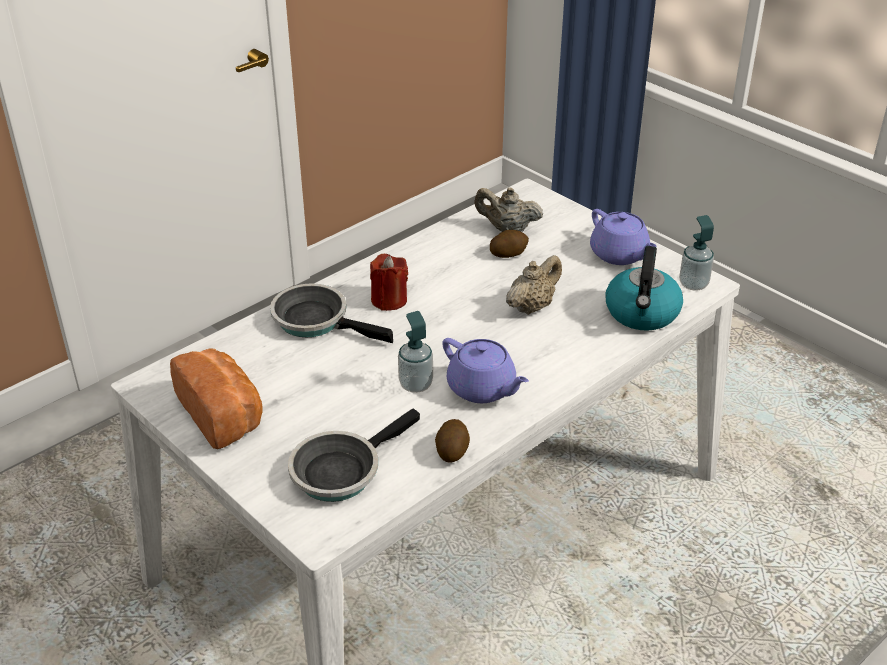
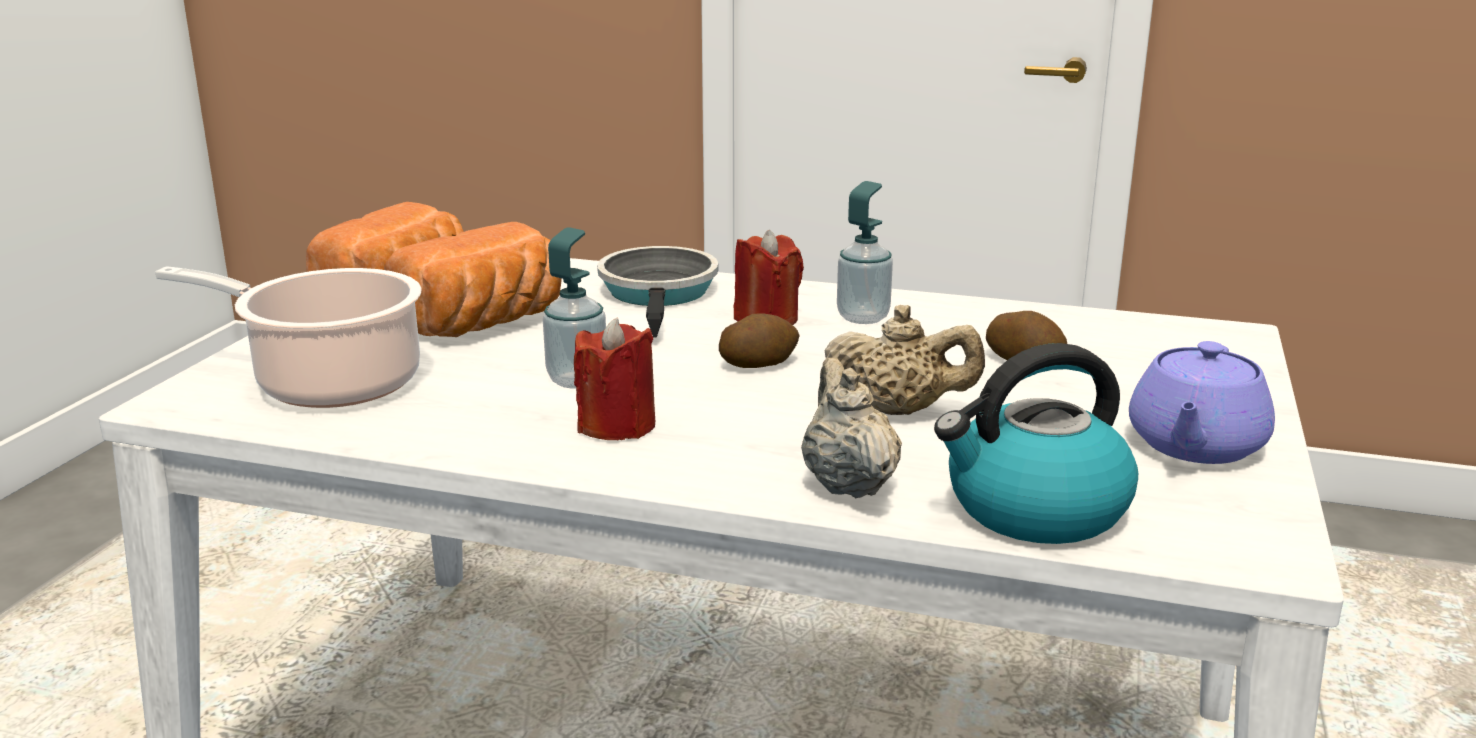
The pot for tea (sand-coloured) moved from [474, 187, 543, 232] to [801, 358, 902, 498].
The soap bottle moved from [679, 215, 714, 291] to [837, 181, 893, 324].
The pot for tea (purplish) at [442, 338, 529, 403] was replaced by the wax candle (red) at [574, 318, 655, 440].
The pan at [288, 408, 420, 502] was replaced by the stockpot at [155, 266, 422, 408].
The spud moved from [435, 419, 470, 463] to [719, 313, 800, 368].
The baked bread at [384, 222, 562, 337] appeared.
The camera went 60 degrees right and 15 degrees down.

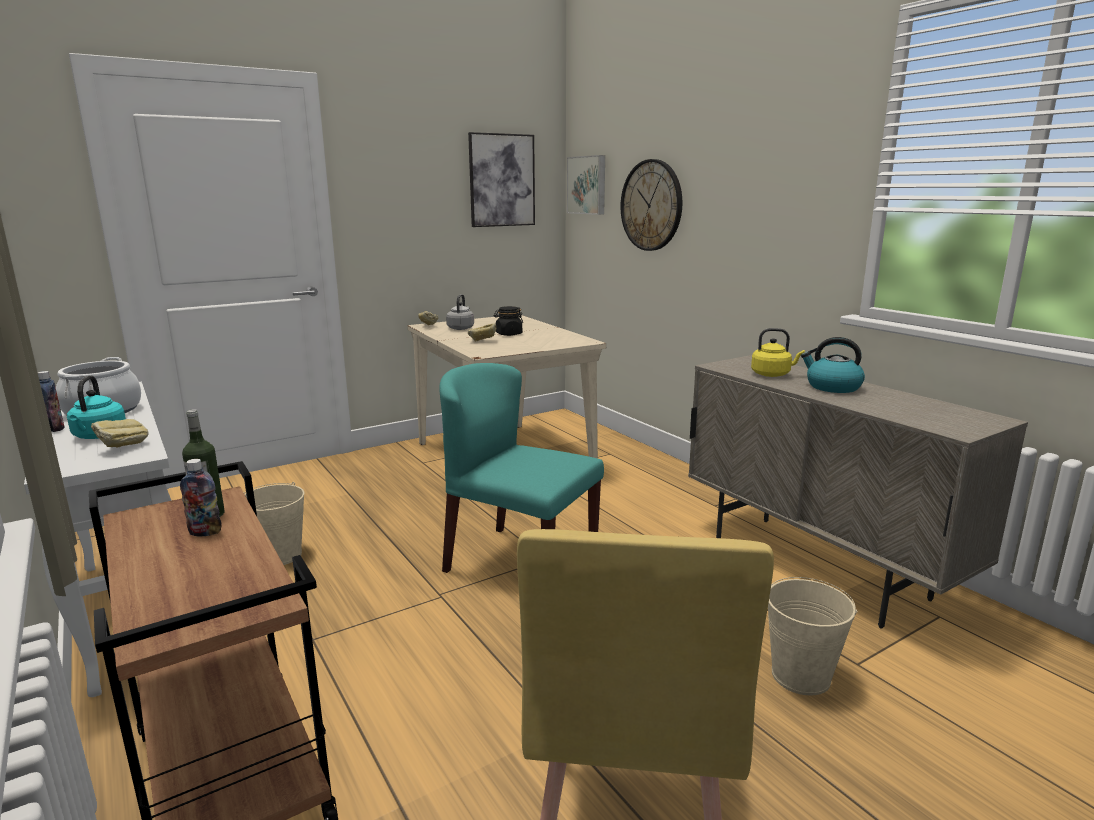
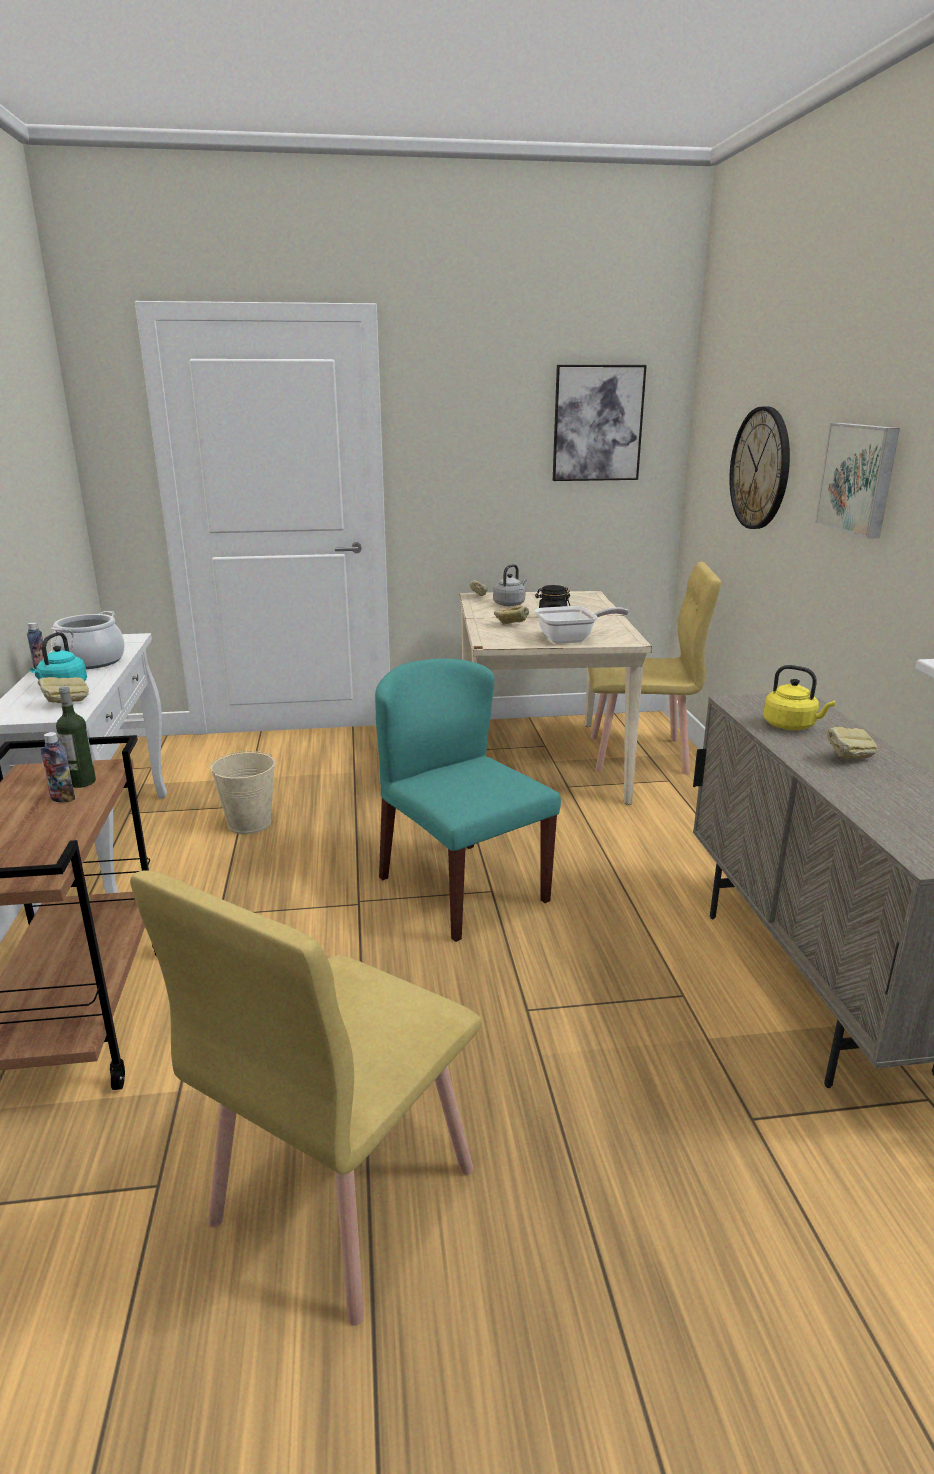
The wall art moved from [567, 155, 605, 215] to [815, 423, 900, 539].
The water kettle at [801, 337, 865, 393] was replaced by the baked bread at [826, 727, 877, 759].
The bucket (sand-coloured) at [768, 577, 858, 696] disappeared.
The upright chair (yellowish) at [588, 562, 721, 775] appeared.
The pan at [535, 606, 629, 644] appeared.
The camera went 25 degrees right and 5 degrees up.

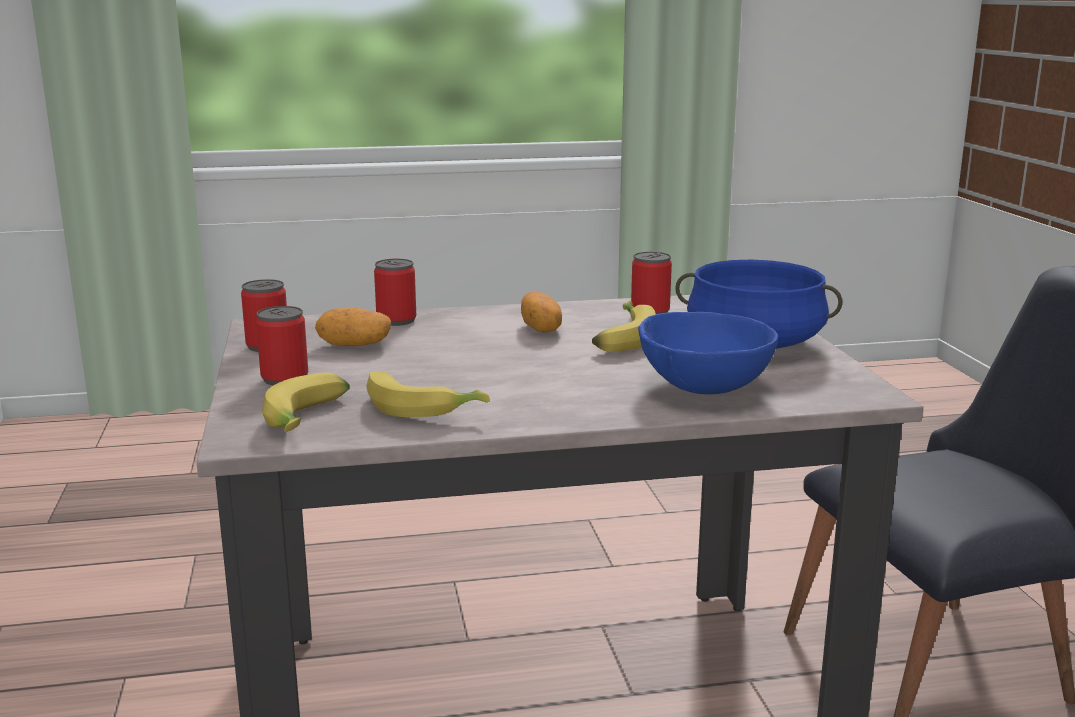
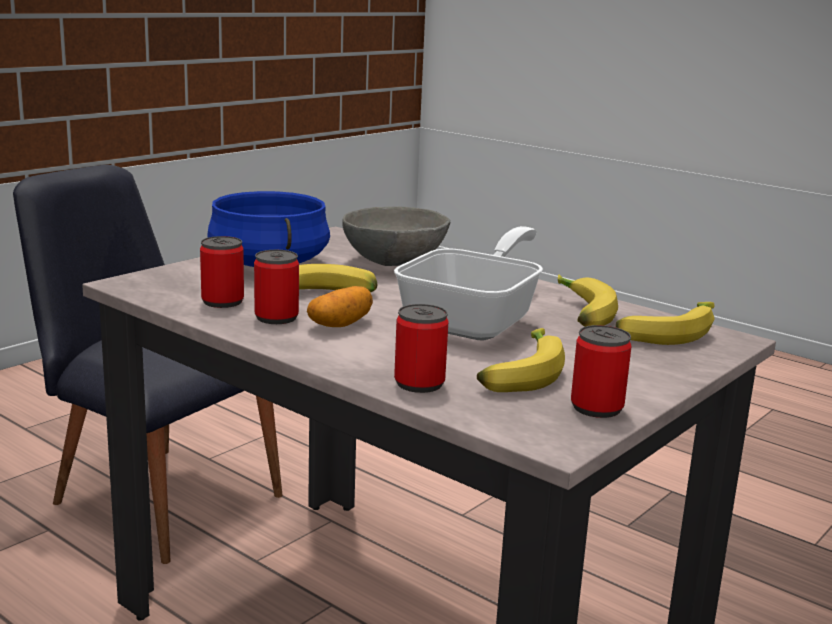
The metal can moved from [256, 306, 308, 385] to [254, 250, 299, 324].
The spud at [315, 308, 391, 346] was replaced by the banana fruit at [477, 328, 565, 392].
The bowl (blue) at [638, 312, 778, 394] became the bowl (greyish) at [342, 206, 450, 266].
The pan at [394, 226, 543, 341] appeared.
The camera went 130 degrees left and 0 degrees up.

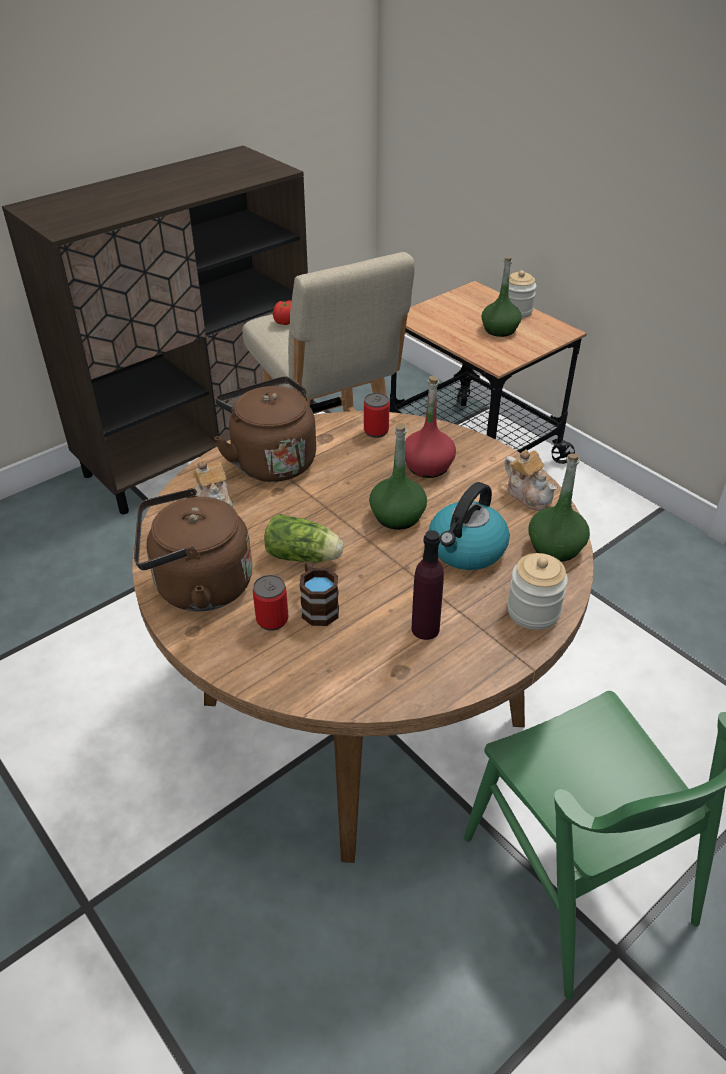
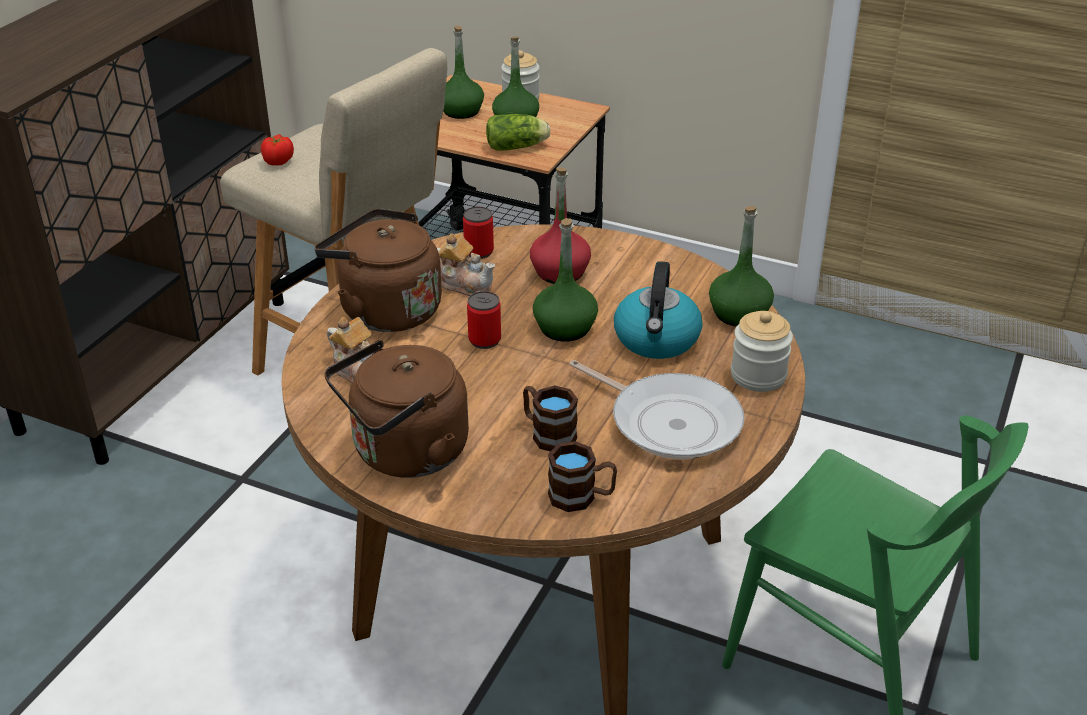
The pot for tea moved from [504, 449, 557, 511] to [437, 233, 495, 296].
The lettuce moved from [264, 514, 344, 563] to [486, 114, 550, 151].
The beverage bottle (purplish) at [412, 530, 444, 640] was replaced by the pan at [569, 360, 745, 459].
The metal can moved from [253, 575, 288, 631] to [467, 291, 501, 349].
The beverage bottle (greenish) at [443, 26, 484, 119] appeared.
The coffee mug (brown) at [548, 441, 617, 512] appeared.
The camera went 25 degrees left and 5 degrees down.

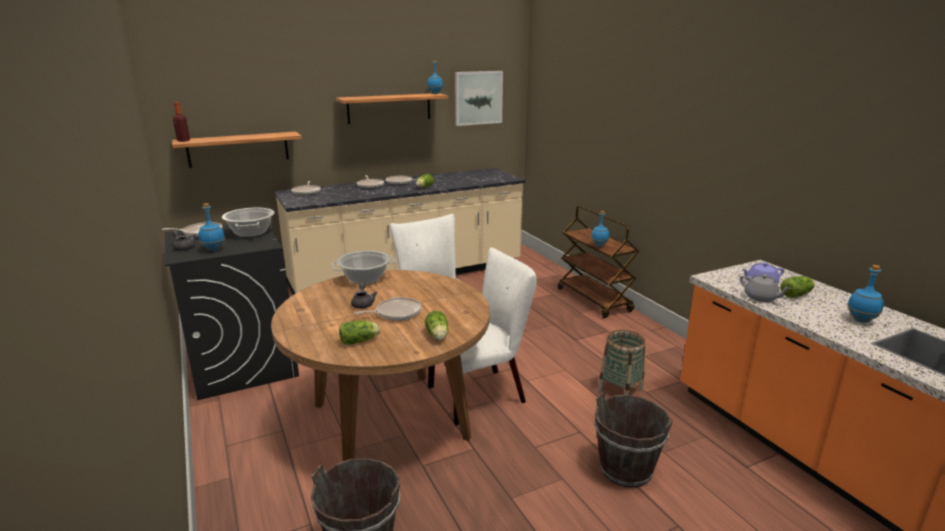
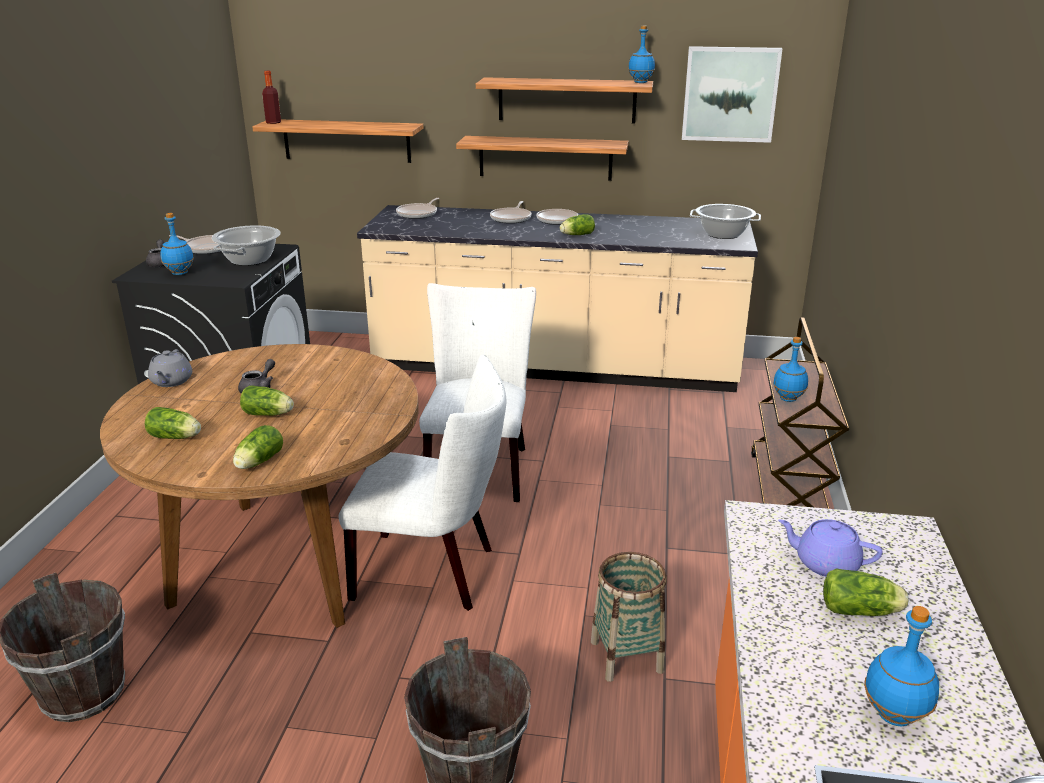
The stockpot moved from [332, 251, 396, 285] to [690, 204, 761, 239].
The pot for tea (greyish) moved from [740, 274, 792, 302] to [148, 349, 192, 387].
The pan at [354, 297, 421, 321] was replaced by the lettuce at [240, 386, 294, 416].
The bracket shelf at [456, 136, 629, 181] appeared.
The camera went 35 degrees right and 5 degrees up.

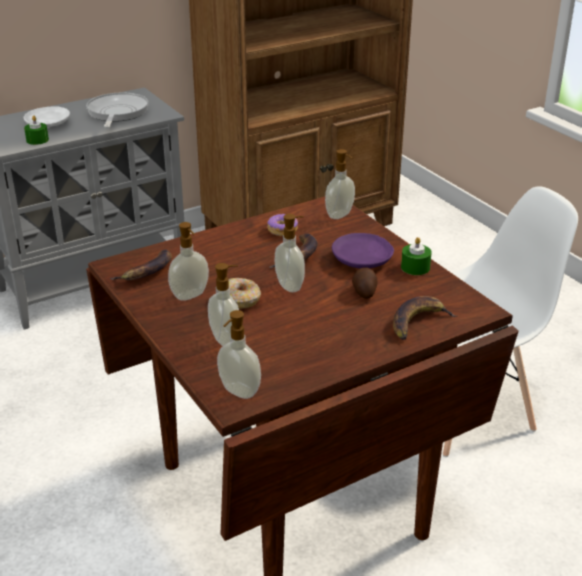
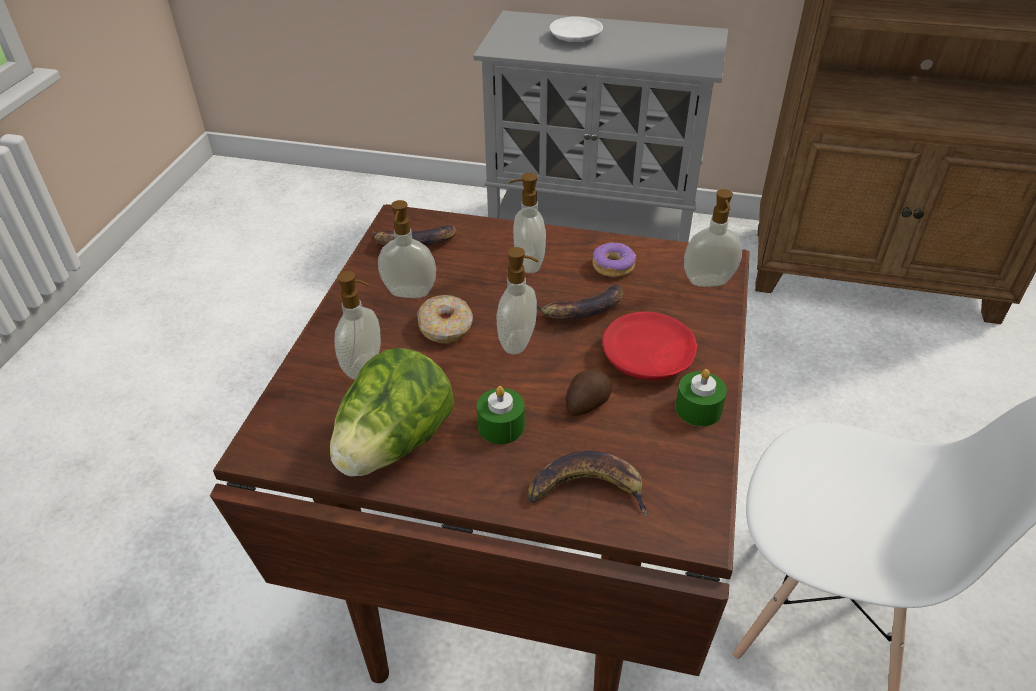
The pan at [86, 92, 149, 128] disappeared.
The wax candle (greenish) moved from [24, 115, 49, 145] to [477, 386, 525, 444].
The flat dish (purplish) at [332, 233, 394, 268] became the flat dish (red) at [602, 312, 697, 380].
The soap bottle moved from [217, 310, 261, 399] to [509, 173, 546, 273].
The lettuce at [330, 348, 454, 476] appeared.
The camera went 45 degrees right and 10 degrees up.

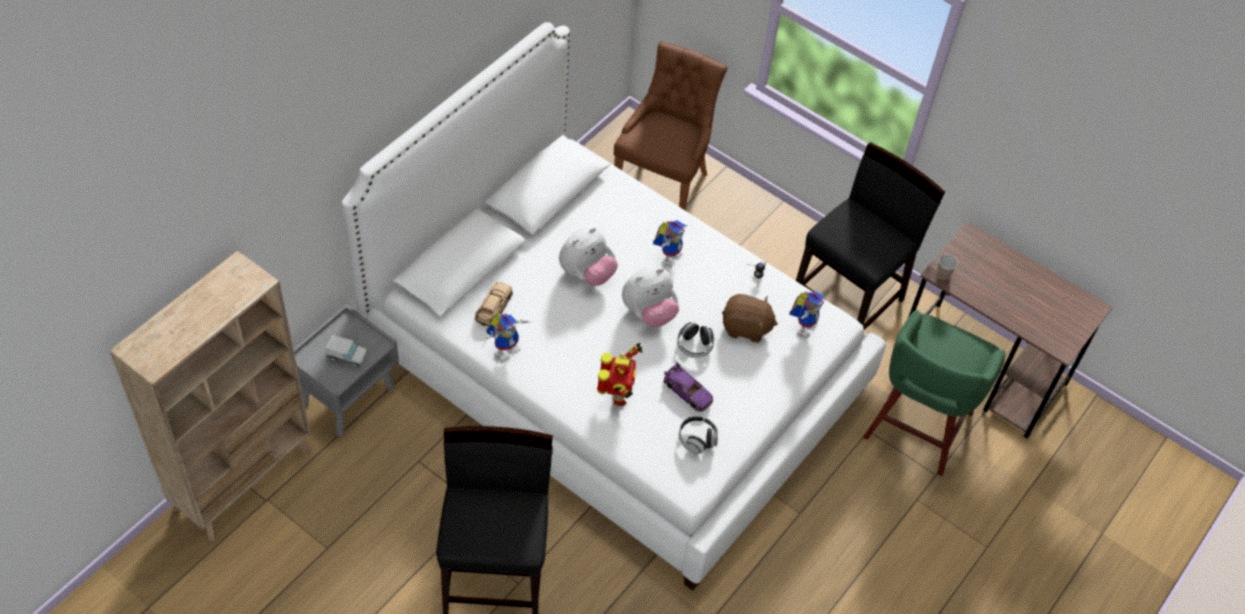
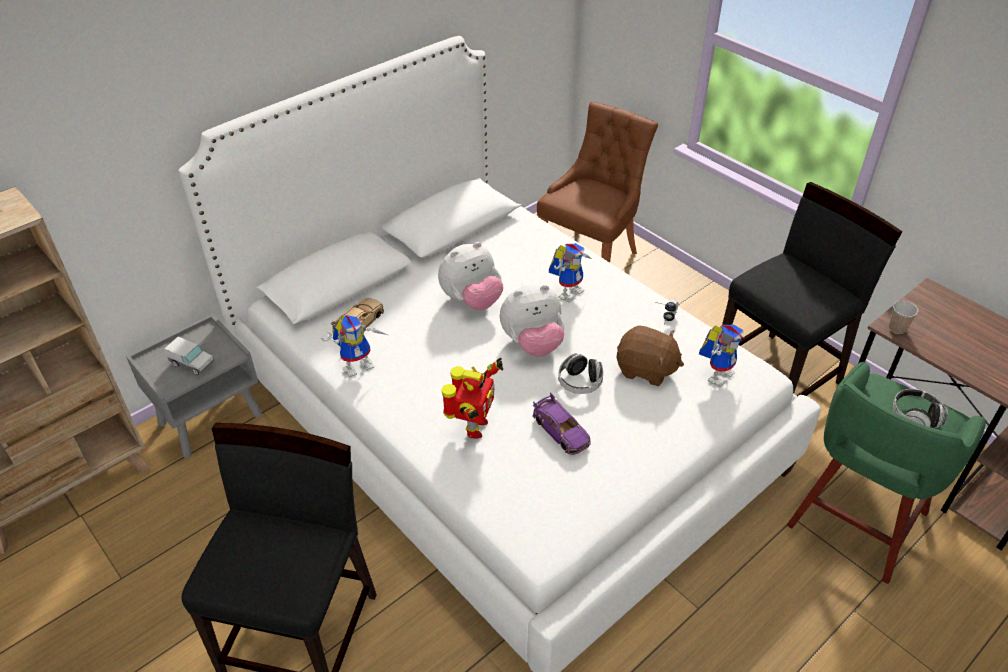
The headset moved from [679, 416, 718, 455] to [892, 389, 948, 428].
The camera went 15 degrees right and 10 degrees down.

